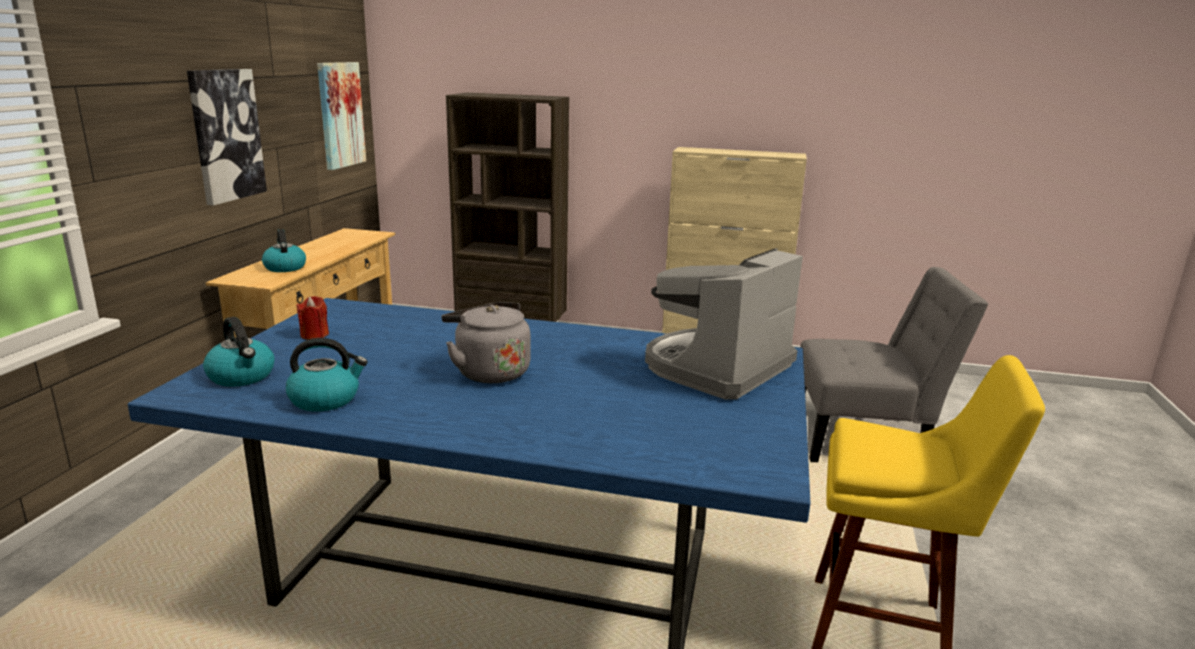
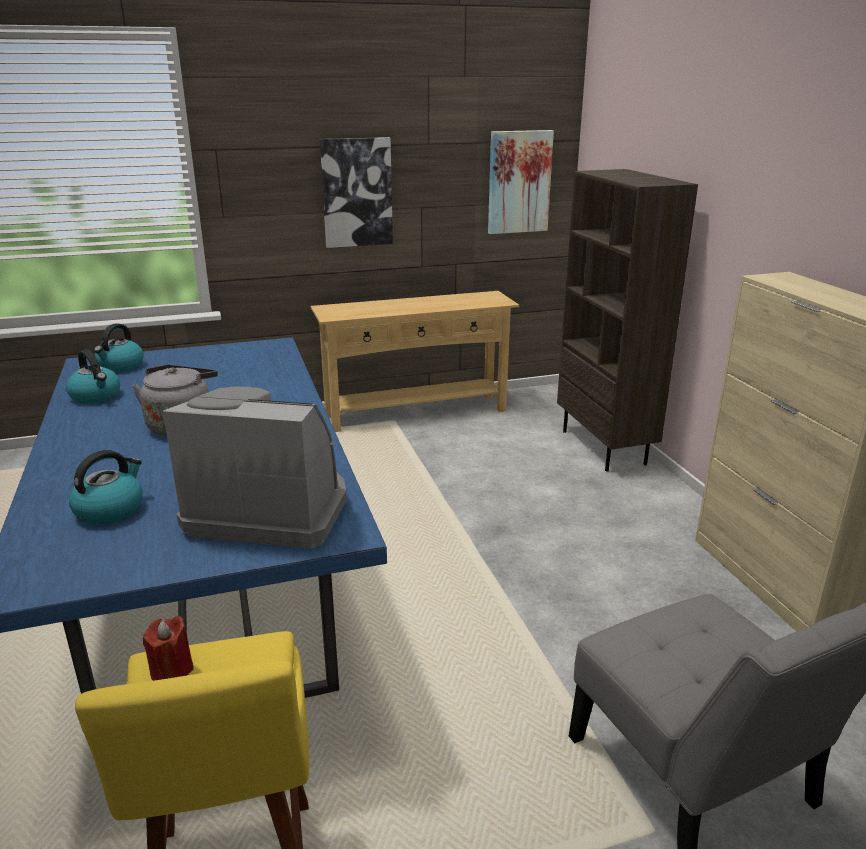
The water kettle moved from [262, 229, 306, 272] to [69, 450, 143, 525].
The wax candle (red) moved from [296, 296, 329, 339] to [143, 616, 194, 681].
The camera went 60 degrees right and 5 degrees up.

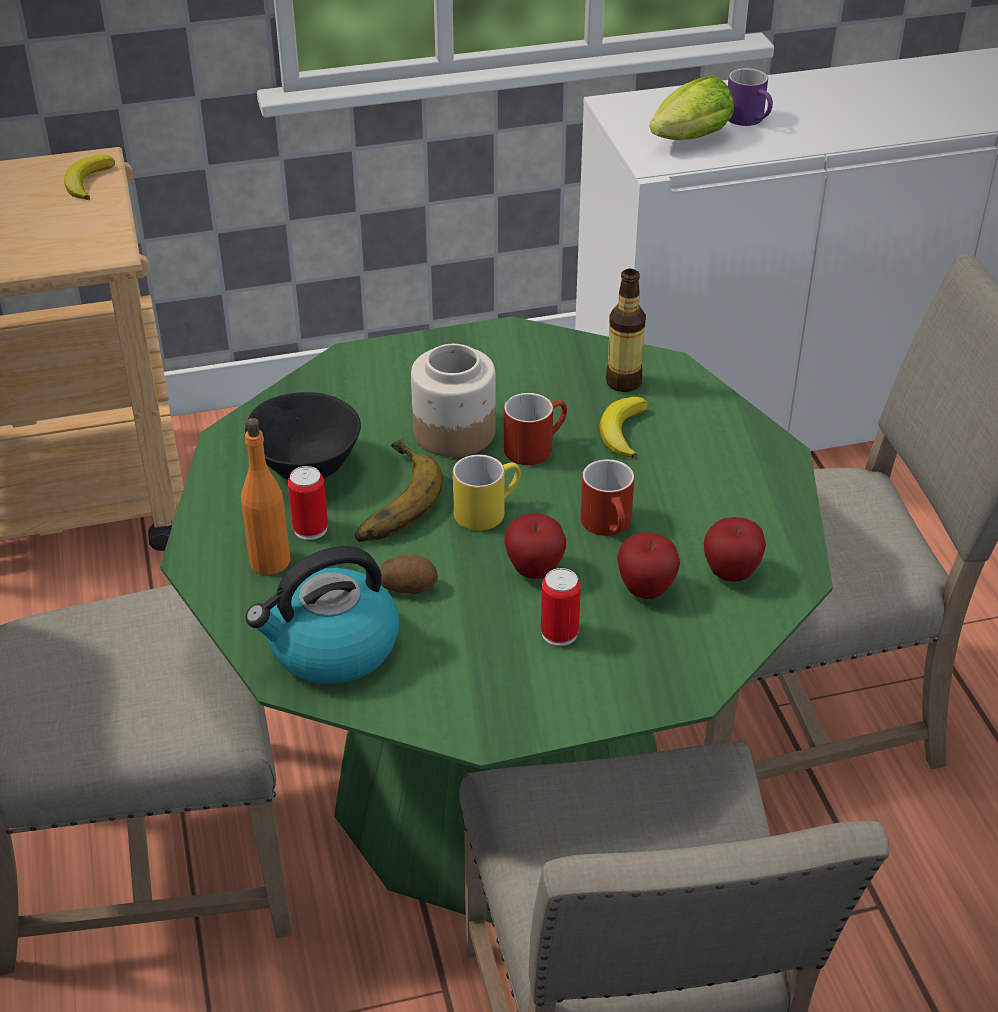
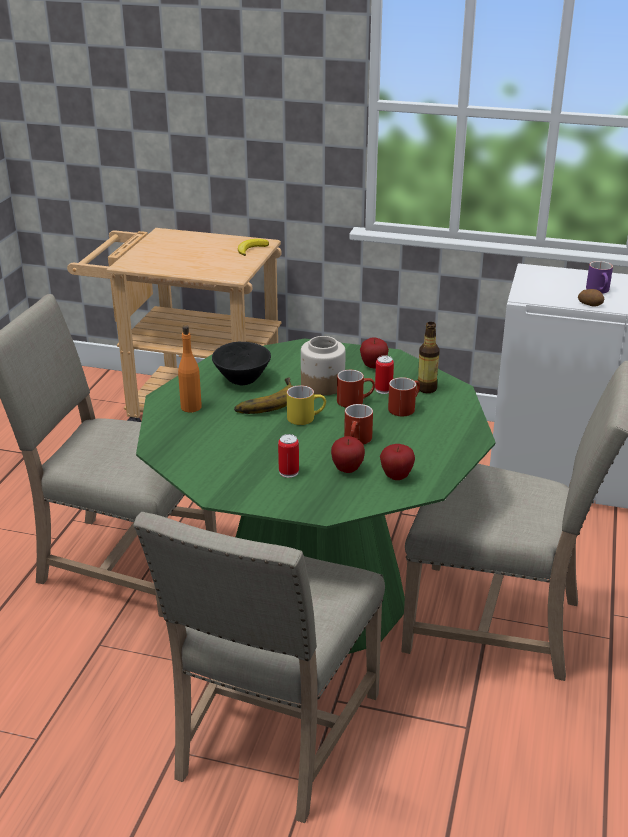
The lettuce at [650, 76, 734, 140] disappeared.
The banana fruit at [600, 397, 648, 459] was replaced by the coffee mug (red) at [388, 377, 420, 416].
The metal can moved from [288, 466, 328, 540] to [375, 356, 394, 394].
The whole apple moved from [504, 513, 566, 579] to [360, 337, 389, 369].
The water kettle at [245, 546, 399, 684] disappeared.
The spud moved from [380, 554, 438, 594] to [578, 289, 604, 307].
The camera went 30 degrees right and 10 degrees down.

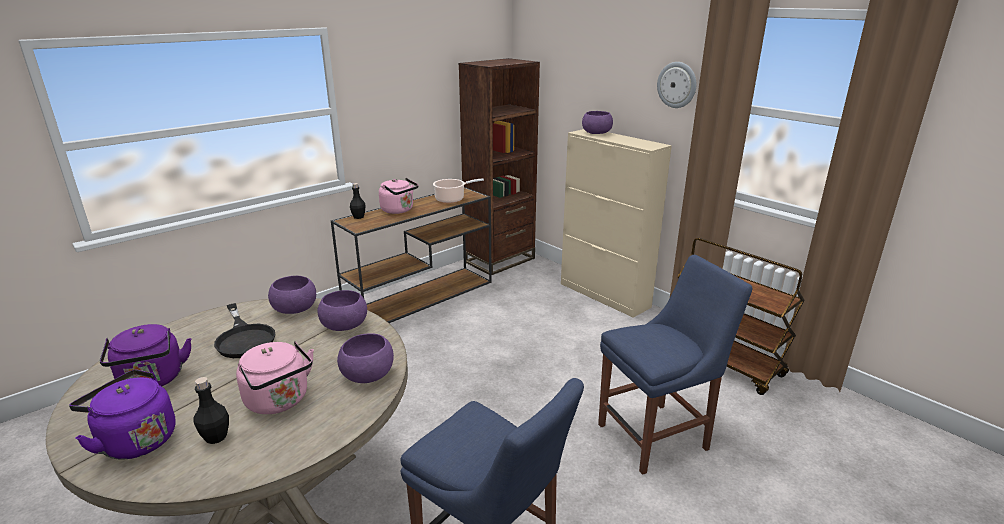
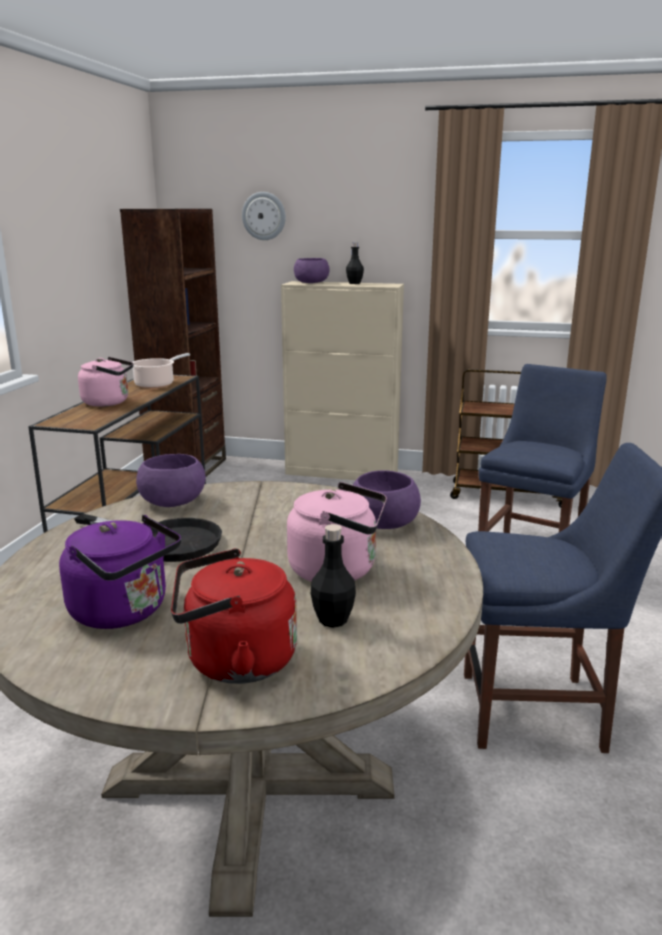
The clock on the wall moved from [657, 62, 697, 108] to [242, 192, 286, 240].
The beverage bottle (black-coloured) moved from [350, 183, 365, 219] to [346, 242, 364, 284].
The bowl (purplish) at [317, 290, 367, 331] disappeared.
The water kettle (purplish) at [69, 369, 176, 459] became the water kettle (red) at [171, 549, 297, 684].
The camera went 35 degrees left and 5 degrees down.

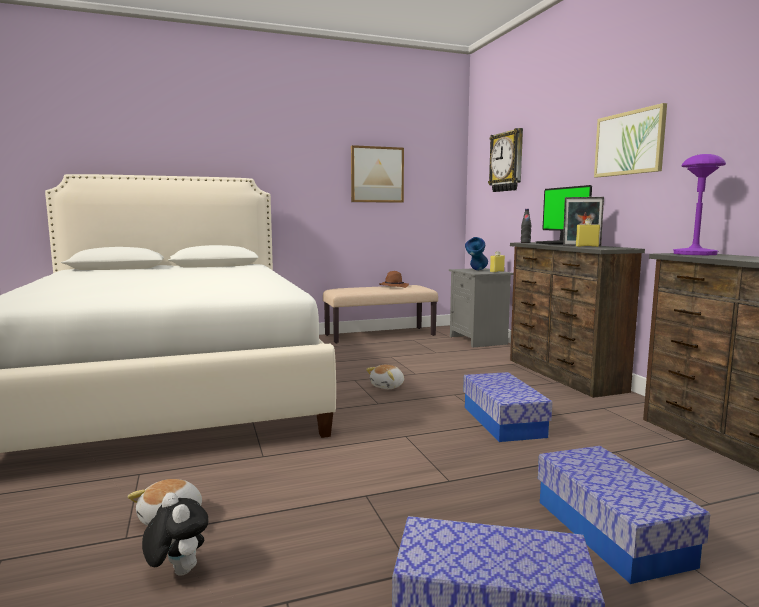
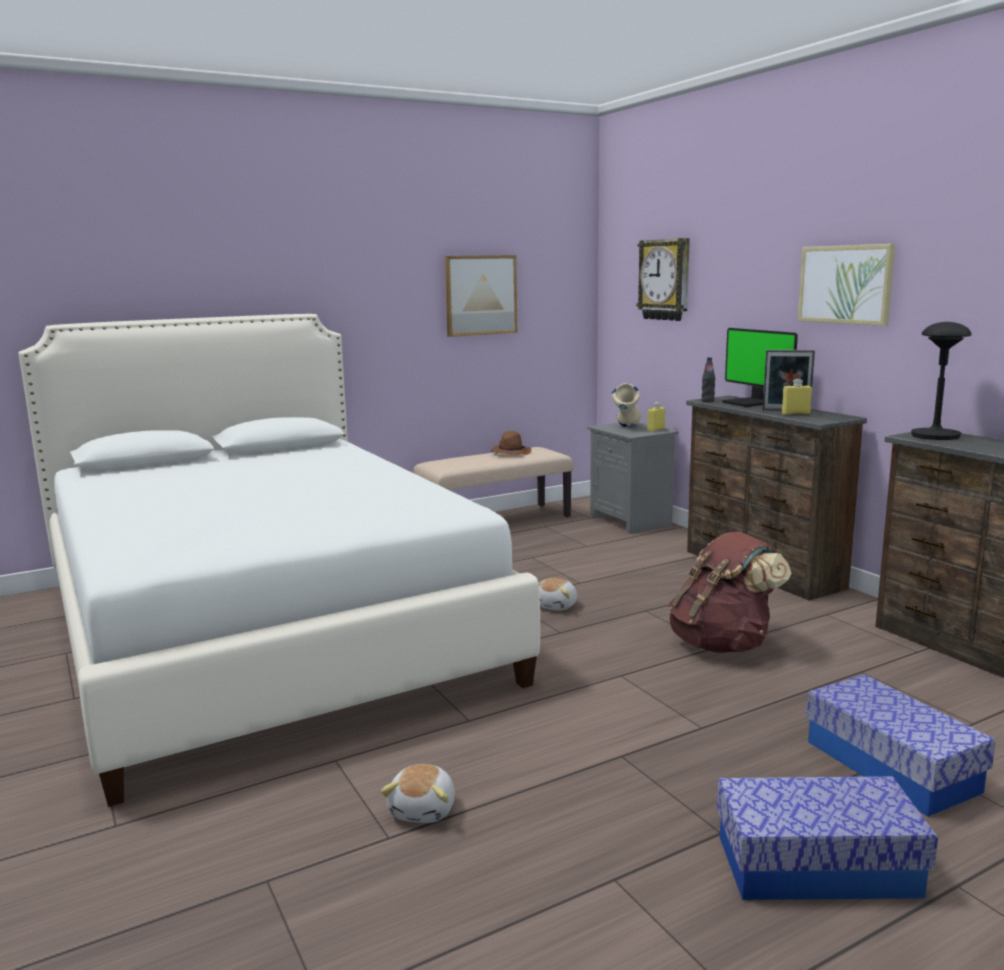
The table lamp (purplish) at [673, 154, 726, 255] became the table lamp (black-coloured) at [911, 322, 972, 440].
The decorative vase (blue) at [465, 237, 488, 270] became the decorative vase (sand-coloured) at [612, 383, 641, 427].
The storage container at [463, 372, 552, 442] was replaced by the knapsack (brown) at [668, 532, 791, 653].
The plush toy at [142, 492, 209, 576] disappeared.
The camera went 10 degrees left and 5 degrees up.

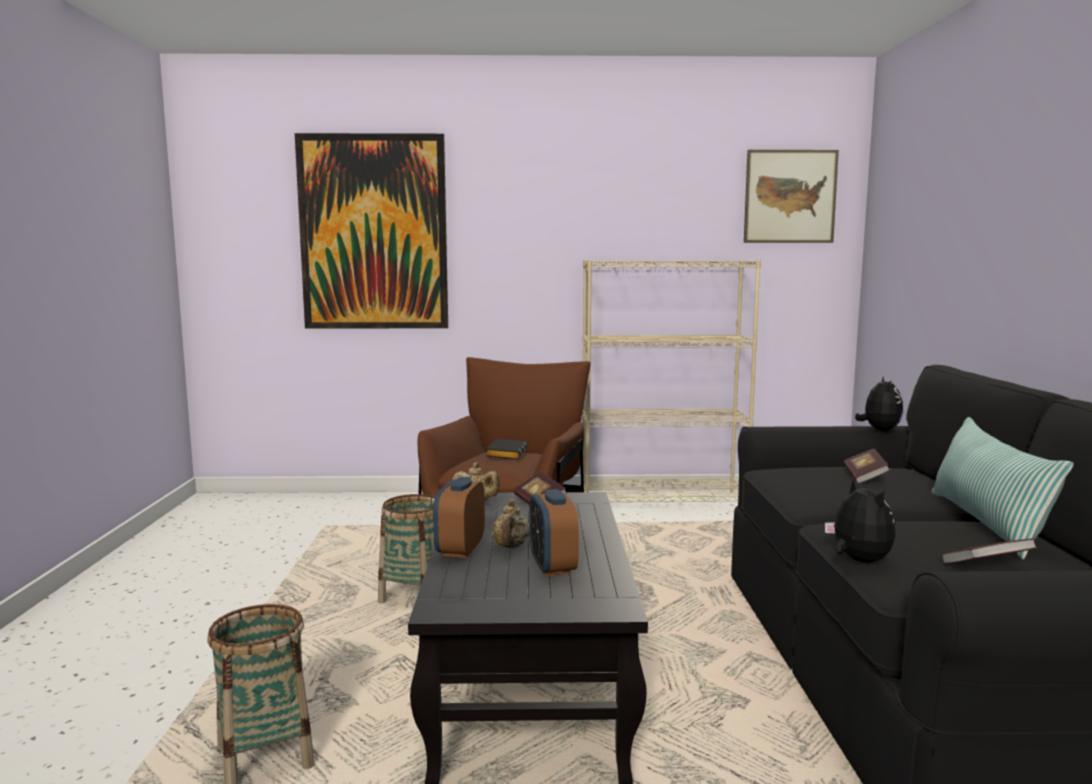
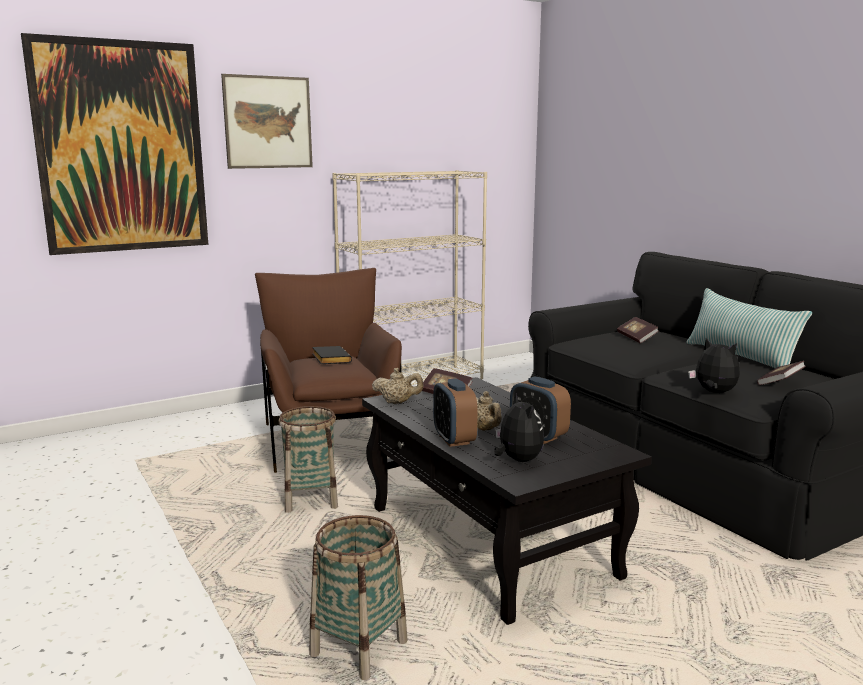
The wall art moved from [744, 150, 839, 243] to [221, 74, 313, 169].
The plush toy moved from [855, 376, 903, 431] to [494, 393, 544, 462].
The camera went 30 degrees left and 5 degrees up.

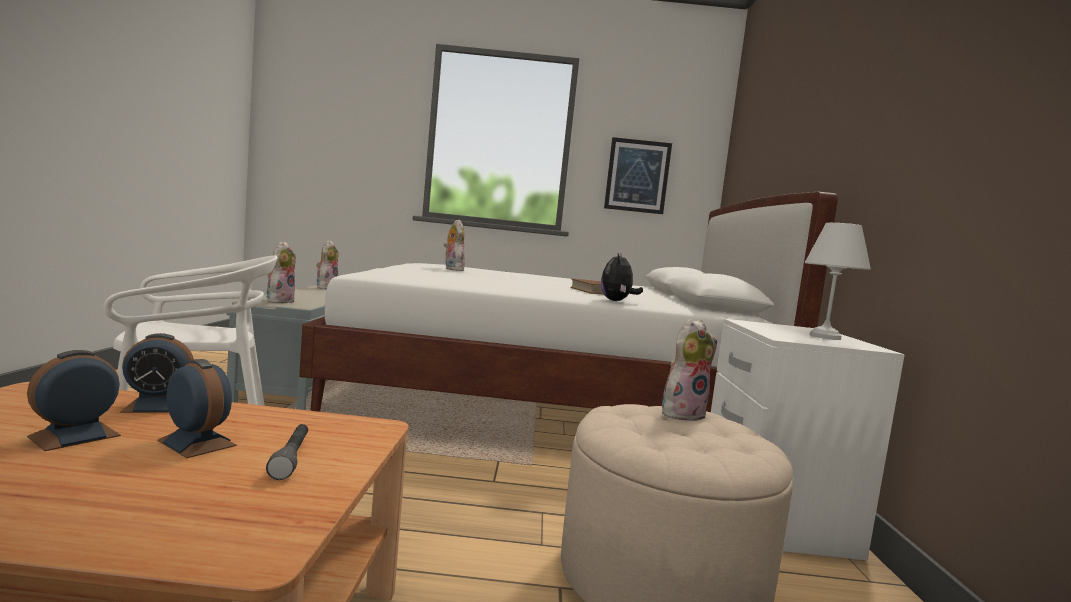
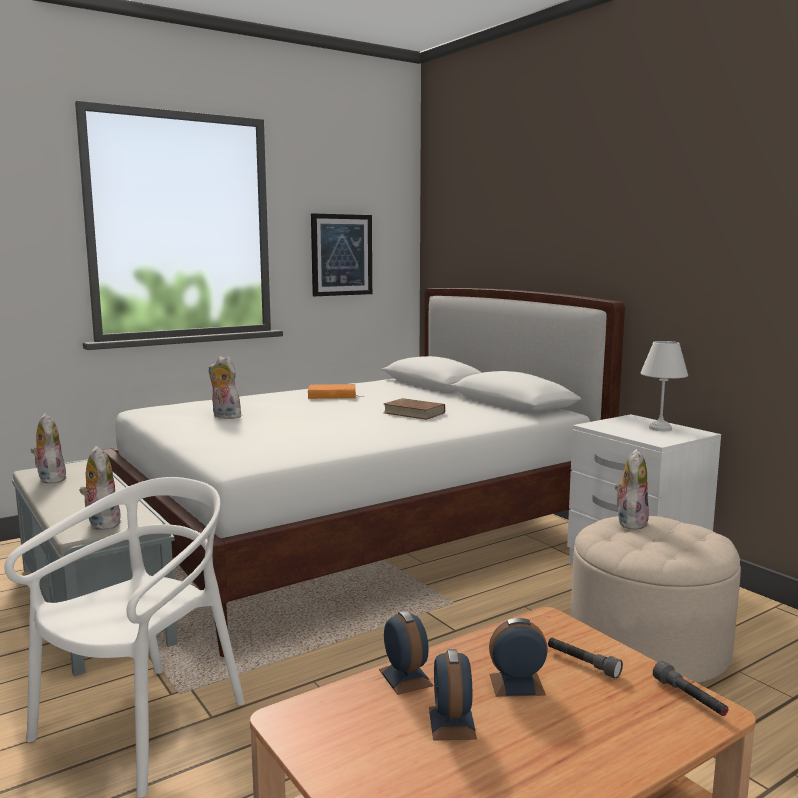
The plush toy at [601, 254, 643, 301] disappeared.
The alarm clock at [120, 333, 194, 413] turned 60 degrees counterclockwise.
The bound book (orange) at [308, 384, 362, 399] appeared.
The torch (greyish) at [653, 661, 728, 716] appeared.
The camera went 35 degrees left and 5 degrees up.

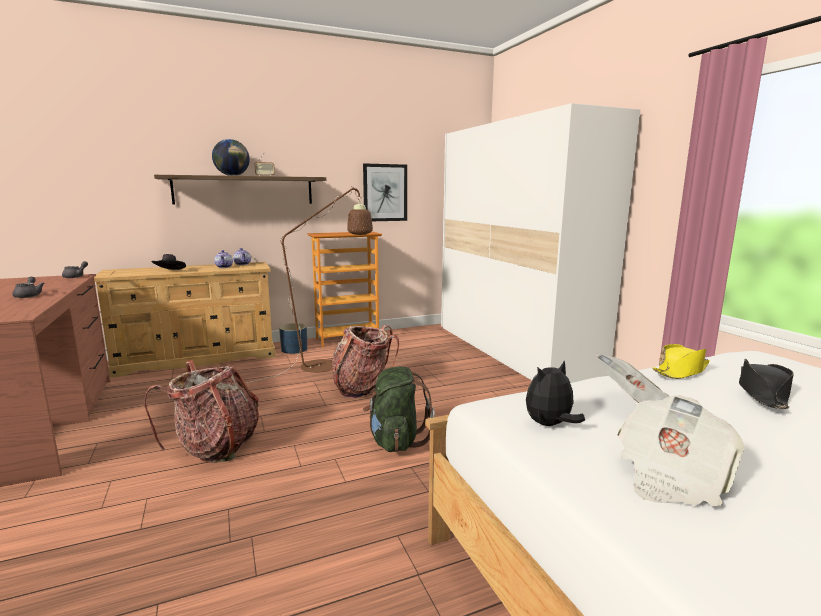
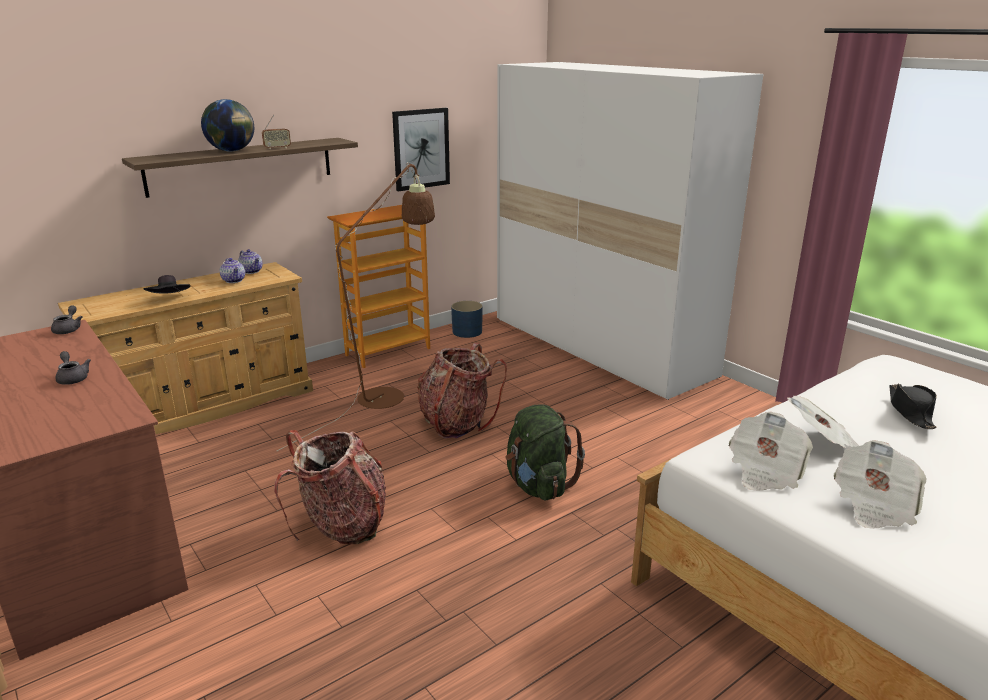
The planter (blue) moved from [279, 323, 307, 354] to [451, 301, 483, 338].
The hat (yellowish) at [652, 344, 710, 379] disappeared.
The plush toy at [526, 360, 585, 426] was replaced by the printed paper at [729, 412, 813, 491].
The camera went 15 degrees left and 10 degrees up.

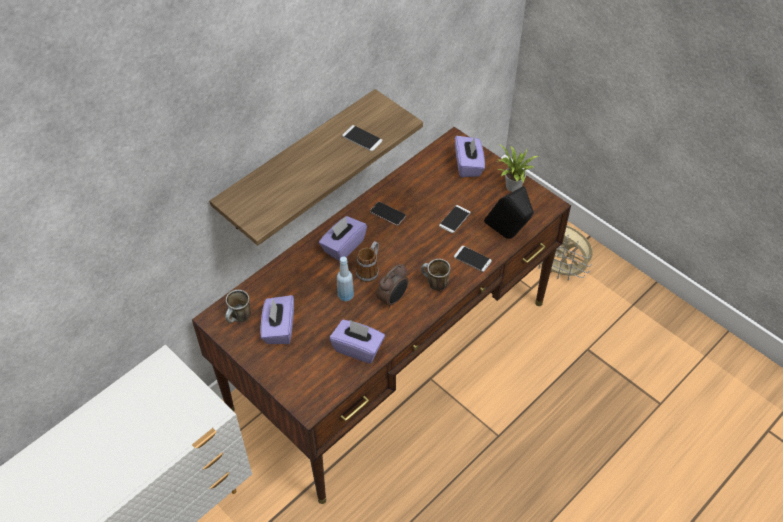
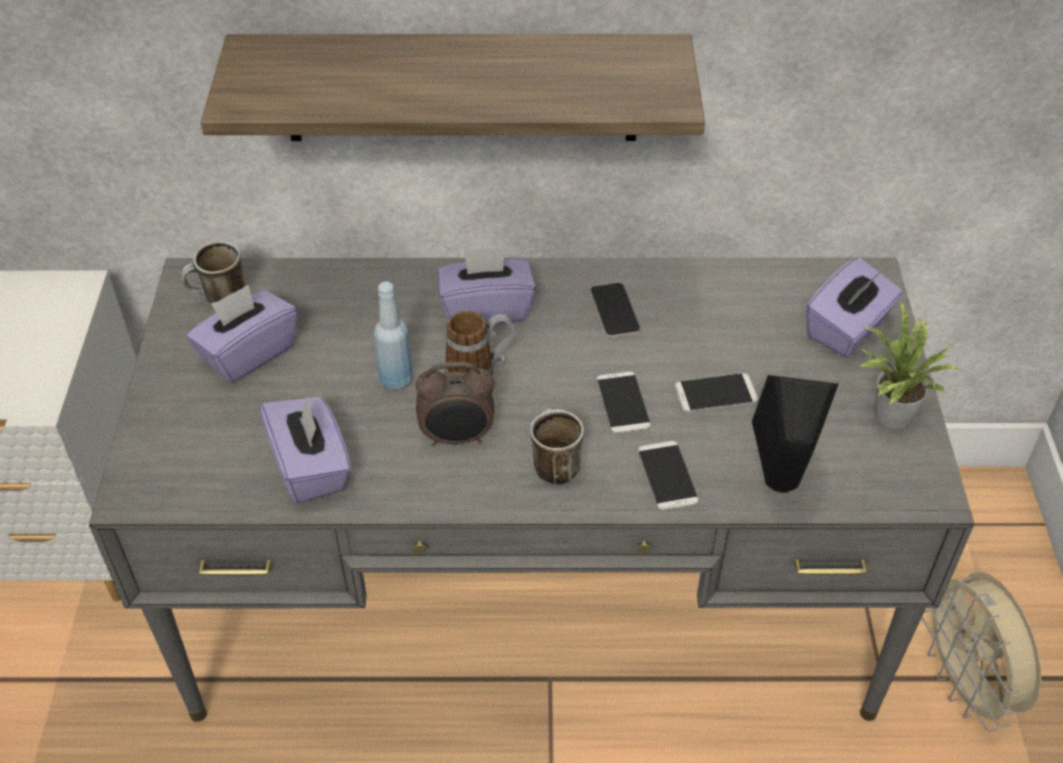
The telephone moved from [342, 125, 383, 151] to [597, 371, 651, 434].
The desk table (brown) at [192, 127, 571, 504] became the desk table (greyish) at [89, 257, 974, 722].
The camera went 45 degrees right and 5 degrees down.

